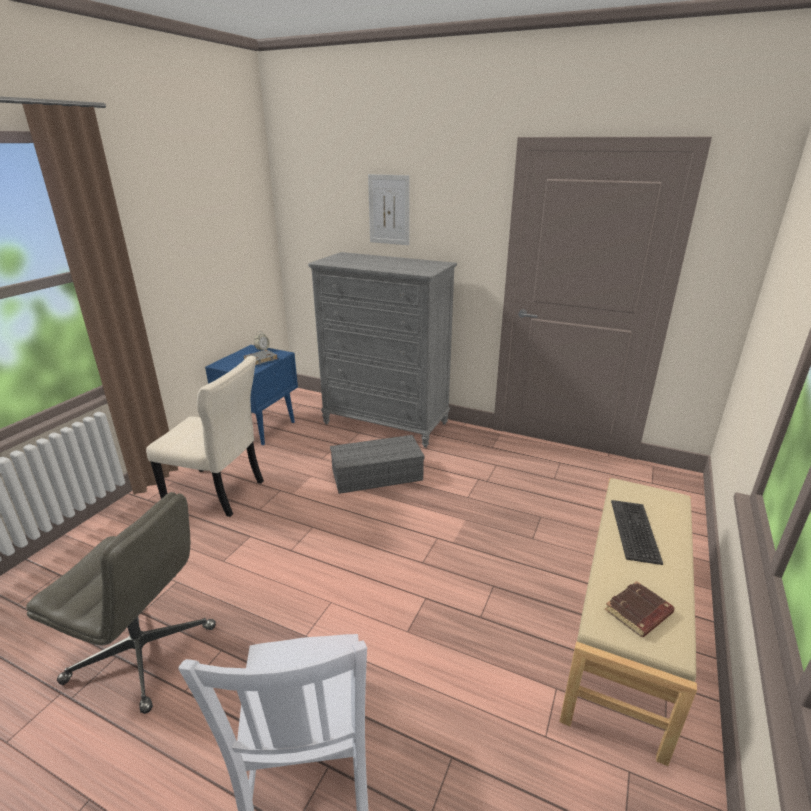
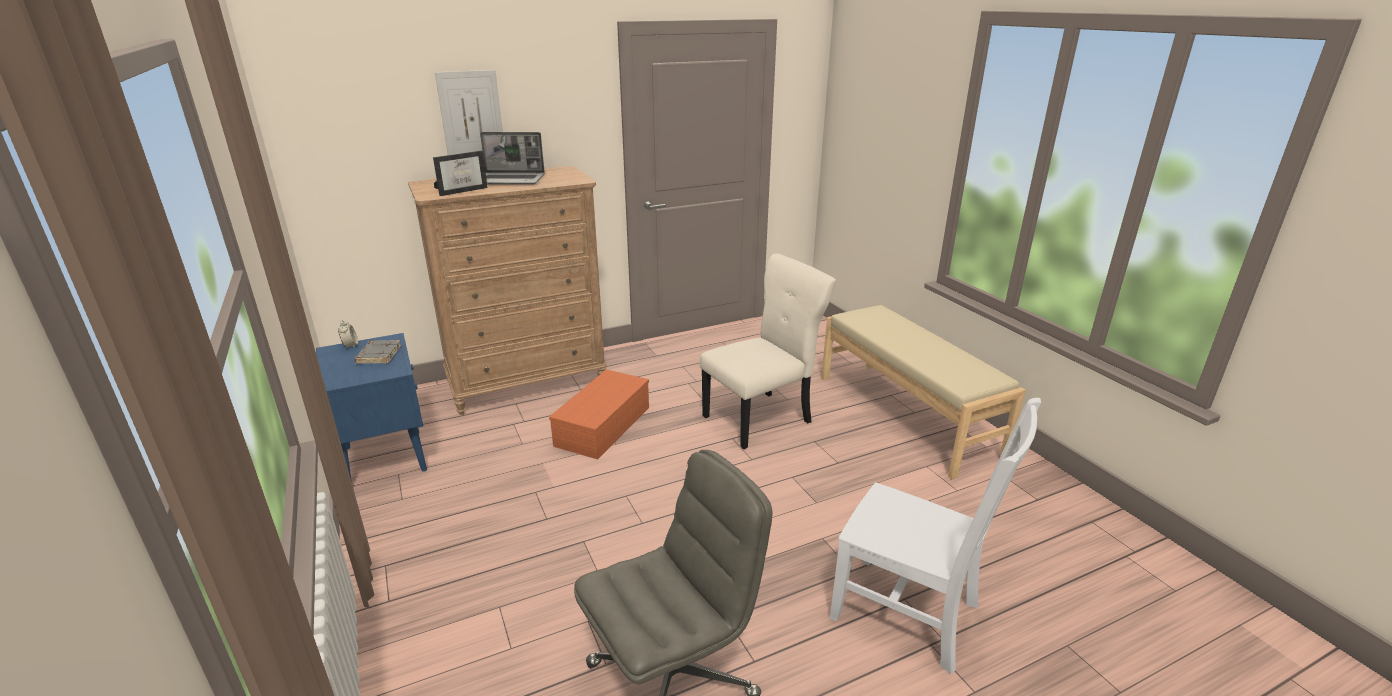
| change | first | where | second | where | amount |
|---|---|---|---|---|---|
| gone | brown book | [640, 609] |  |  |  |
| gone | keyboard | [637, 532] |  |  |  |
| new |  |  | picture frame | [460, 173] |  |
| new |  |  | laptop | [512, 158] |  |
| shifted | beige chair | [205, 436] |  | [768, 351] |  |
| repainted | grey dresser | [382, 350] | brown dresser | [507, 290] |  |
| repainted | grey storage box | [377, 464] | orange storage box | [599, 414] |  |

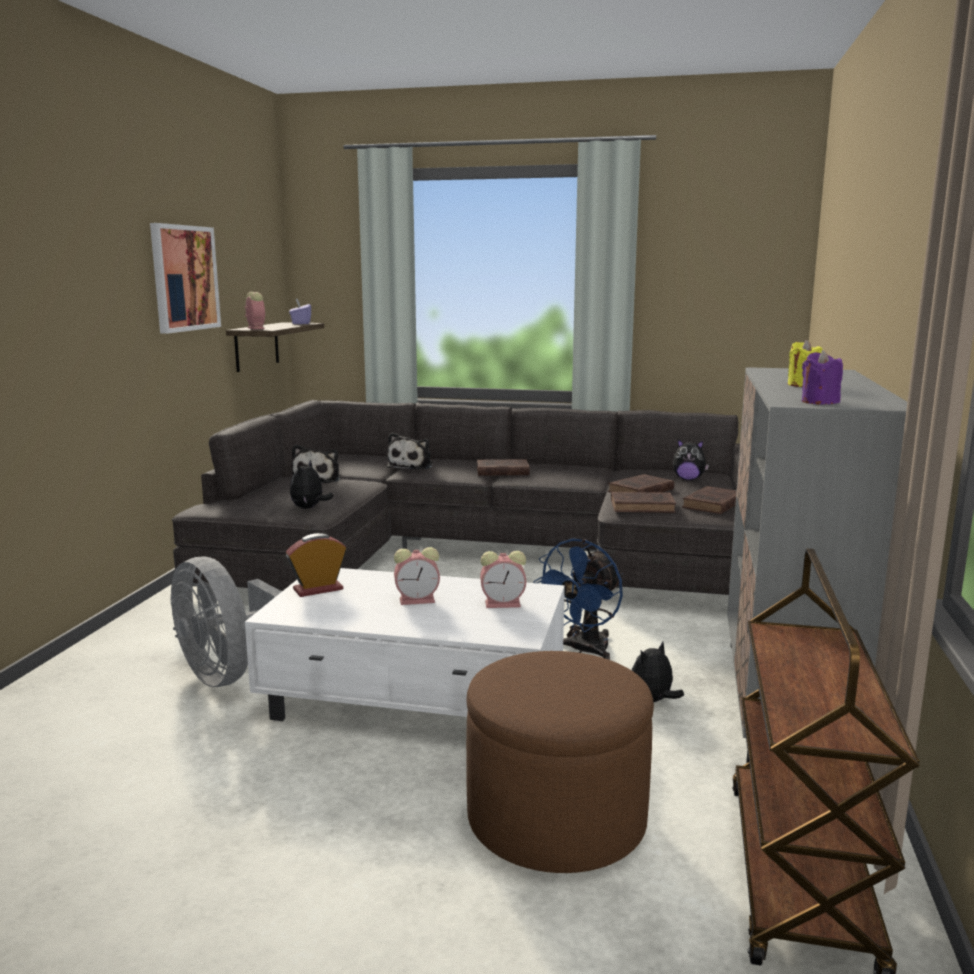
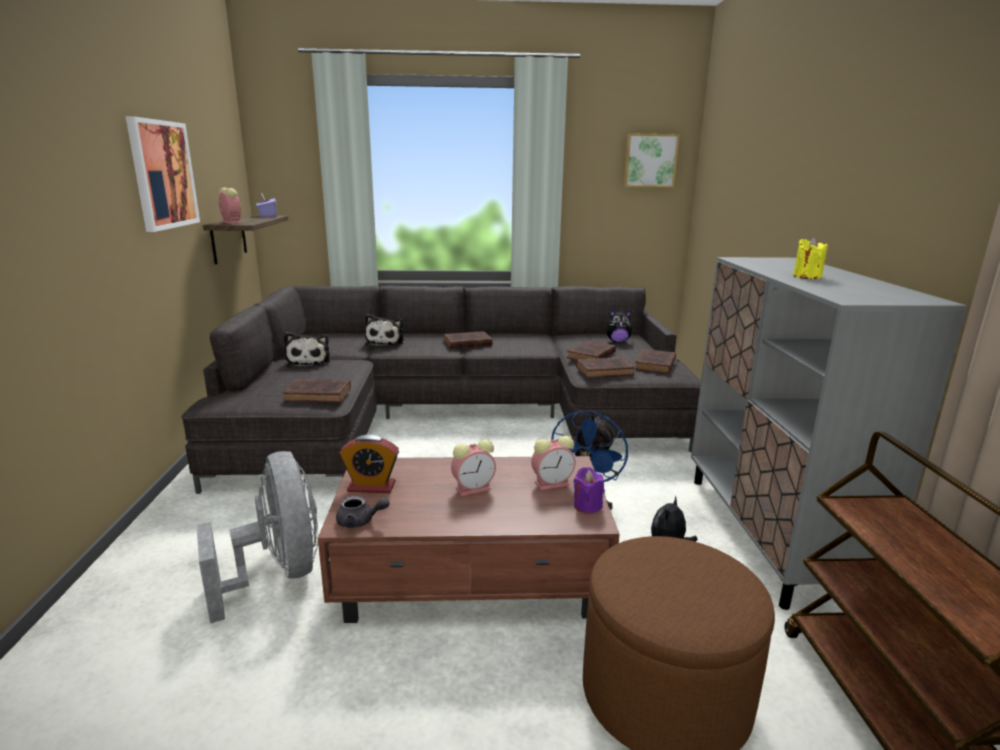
| change | first | where | second | where | amount |
|---|---|---|---|---|---|
| new |  |  | grey teapot | [362, 512] |  |
| new |  |  | picture | [651, 160] |  |
| shifted | purple candle | [822, 377] |  | [589, 490] |  |
| swapped | plush toy | [312, 484] | brown book | [317, 391] |  |
| repainted | white coffee table | [405, 644] | brown coffee table | [469, 539] |  |
| rotated | grey fan | [226, 622] |  | [257, 537] | 150 degrees counterclockwise |
| rotated | alarm clock | [316, 565] |  | [369, 464] | 135 degrees counterclockwise |

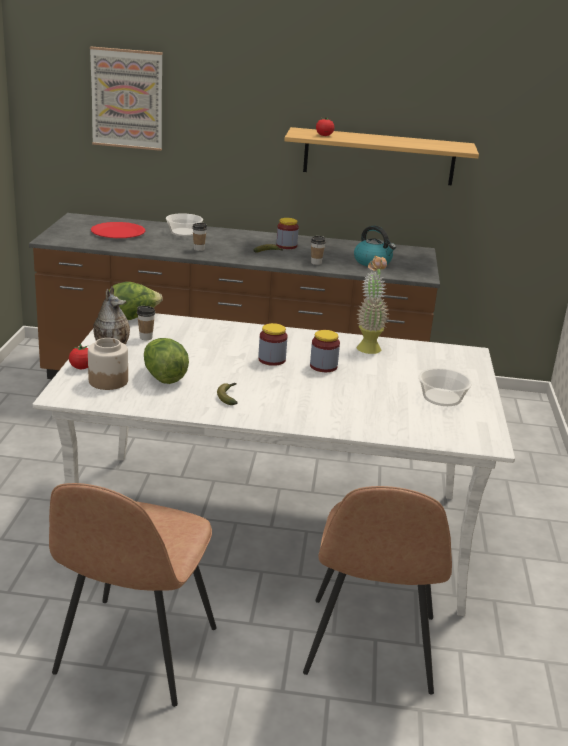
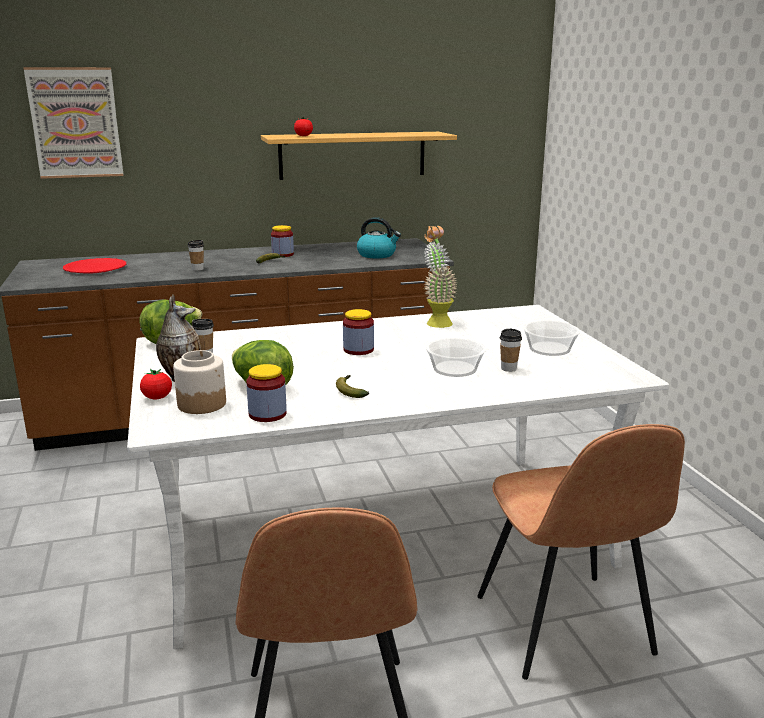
| change | first | where | second | where | amount |
|---|---|---|---|---|---|
| shifted | bowl | [184, 224] |  | [456, 357] |  |
| shifted | jar | [325, 351] |  | [266, 393] |  |
| shifted | cup | [318, 250] |  | [511, 350] |  |

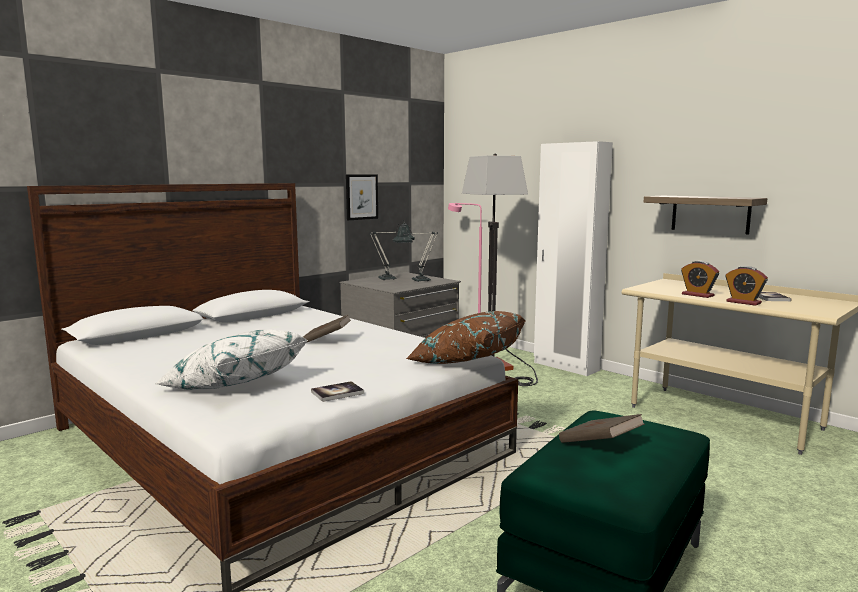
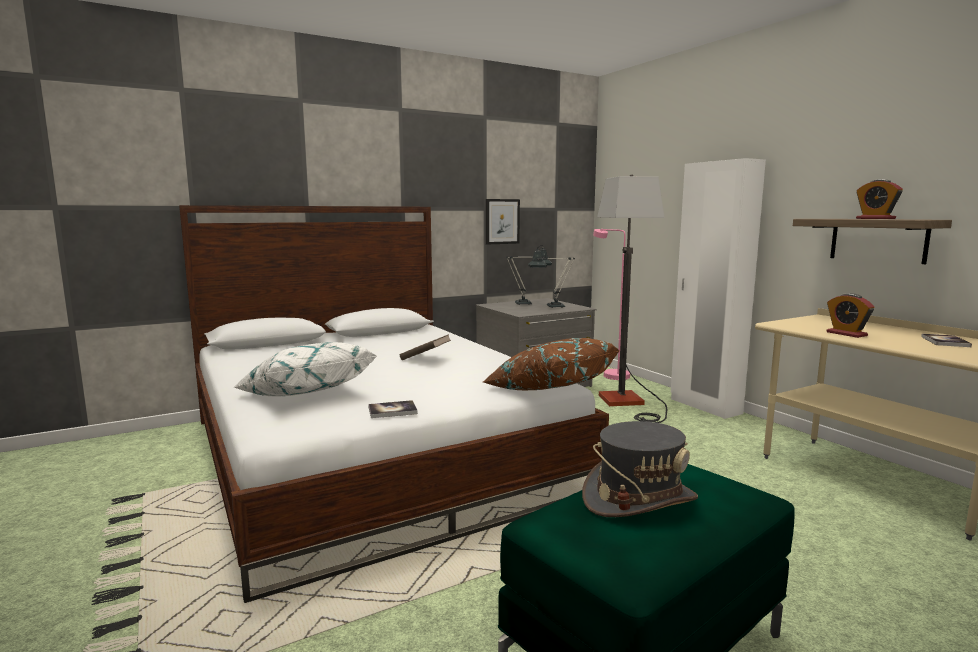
| change | first | where | second | where | amount |
|---|---|---|---|---|---|
| shifted | alarm clock | [746, 286] |  | [879, 199] |  |
| swapped | brown book | [602, 428] | grey hat | [640, 469] |  |

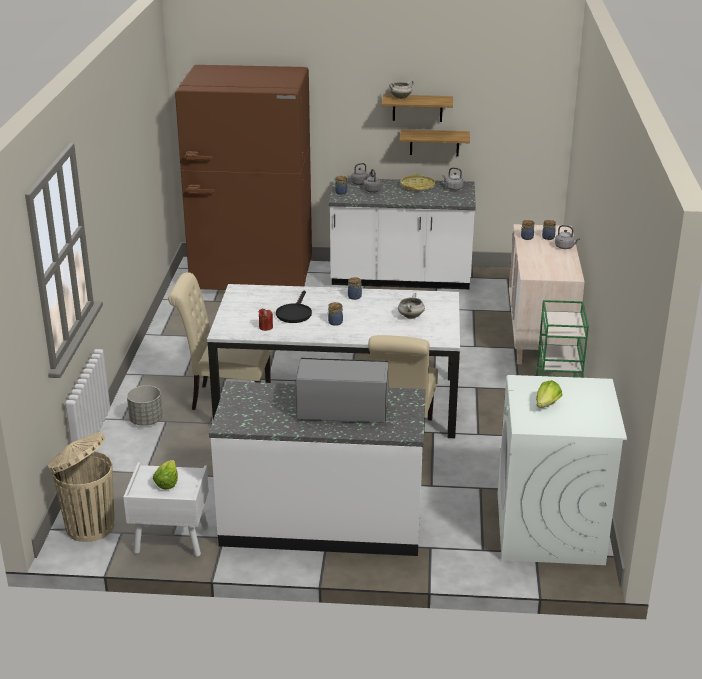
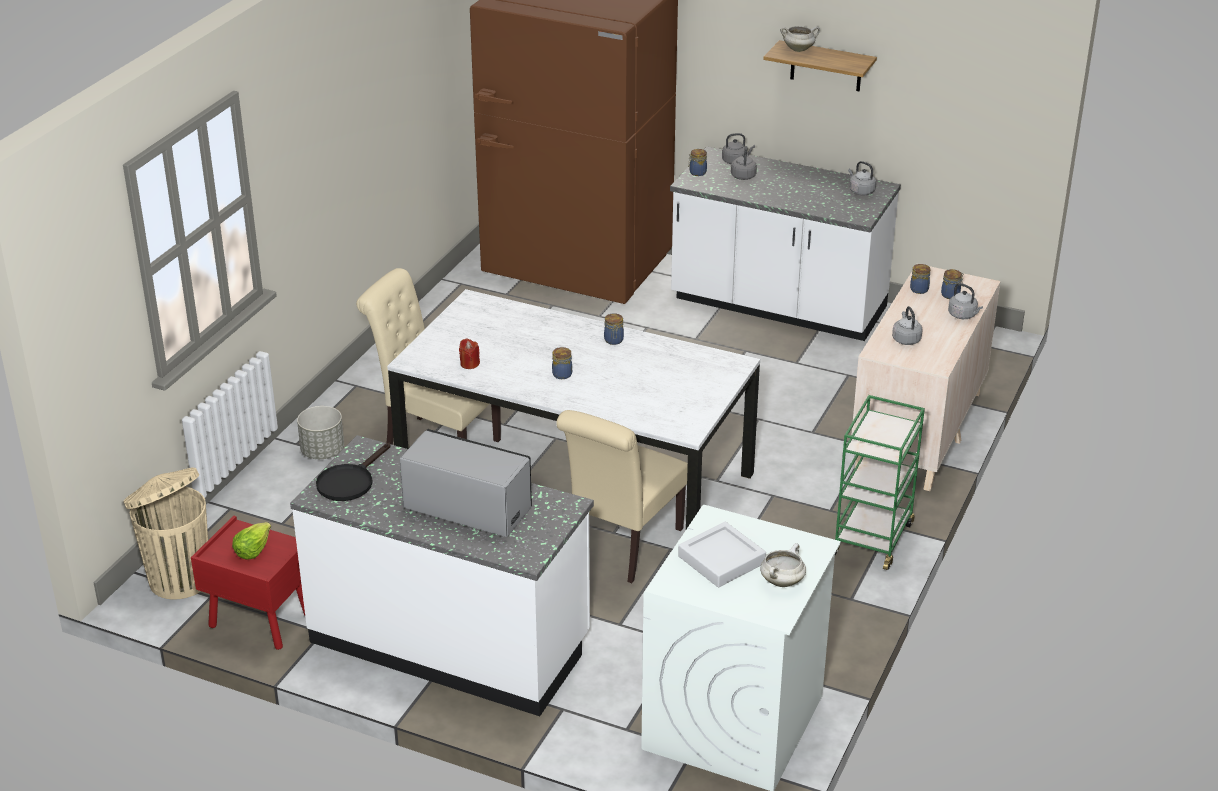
| change | first | where | second | where | amount |
|---|---|---|---|---|---|
| gone | shelf | [434, 143] |  |  |  |
| gone | yellow tray | [417, 182] |  |  |  |
| new |  |  | grey kettle | [907, 325] |  |
| shifted | black frying pan | [294, 306] |  | [353, 472] |  |
| shifted | white cooking pot | [411, 306] |  | [783, 565] |  |
| swapped | lettuce | [549, 394] | grey tray | [722, 555] |  |
| repainted | white nightstand | [166, 509] | red nightstand | [248, 583] |  |

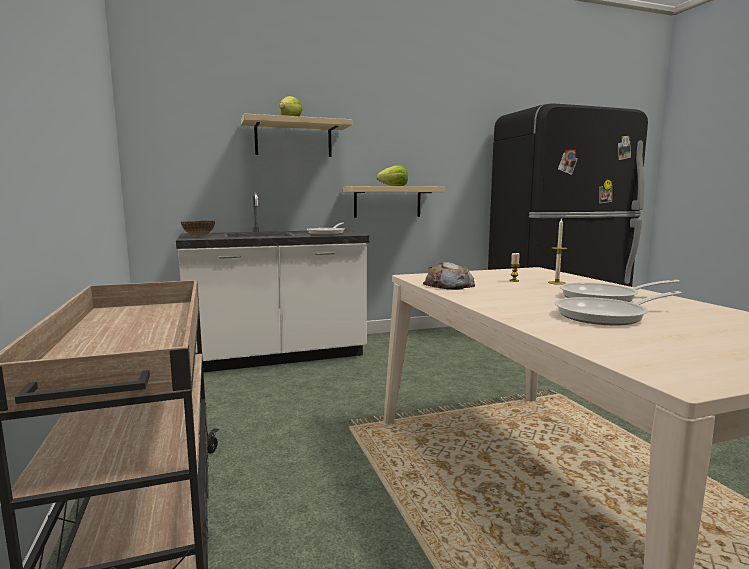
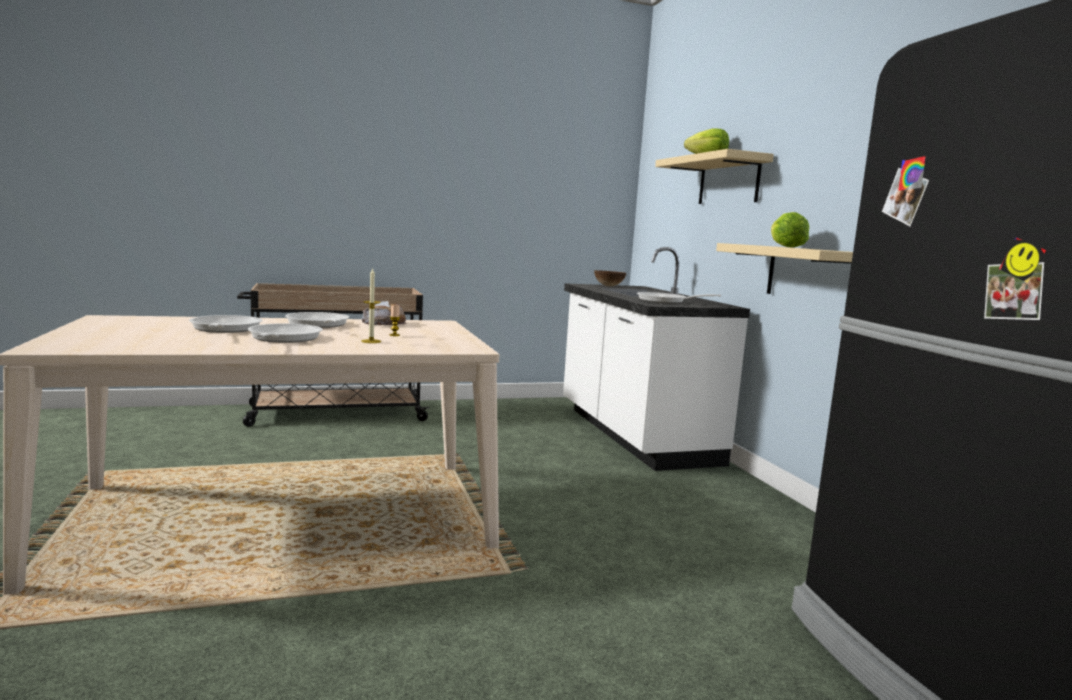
| change | first | where | second | where | amount |
|---|---|---|---|---|---|
| new |  |  | frying pan | [317, 320] |  |

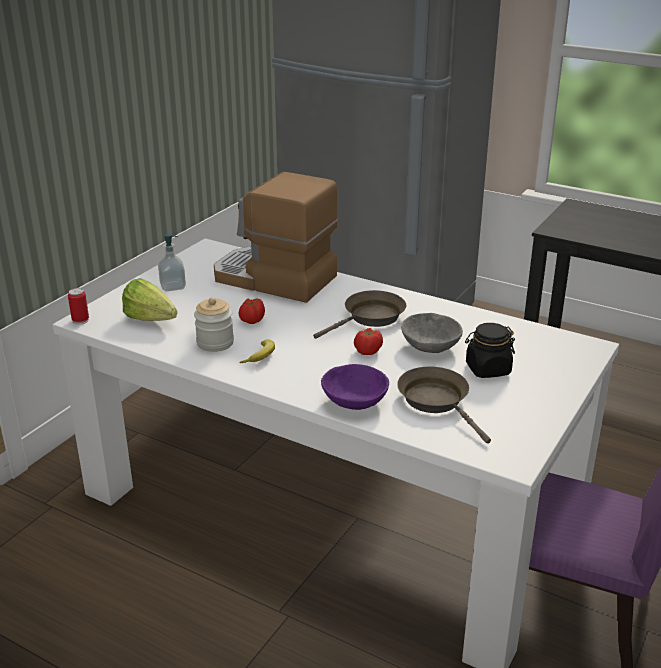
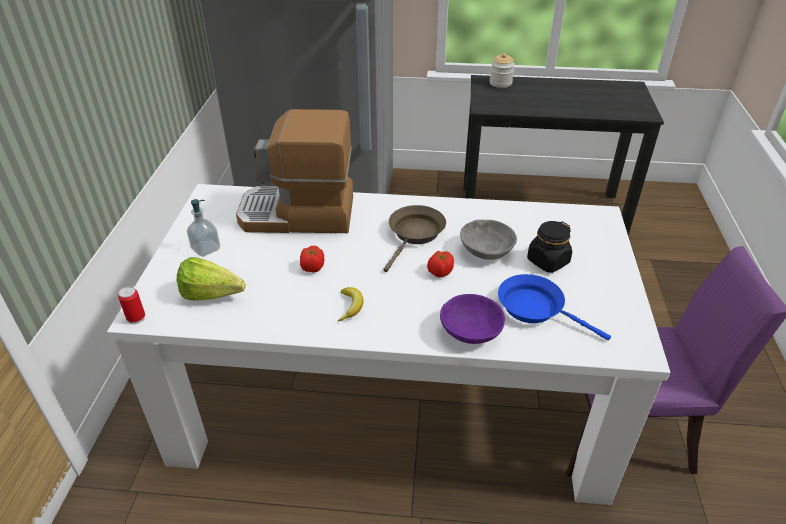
| change | first | where | second | where | amount |
|---|---|---|---|---|---|
| shifted | jar | [214, 324] |  | [502, 70] |  |
| repainted | brown frying pan | [444, 405] | blue frying pan | [554, 307] |  |

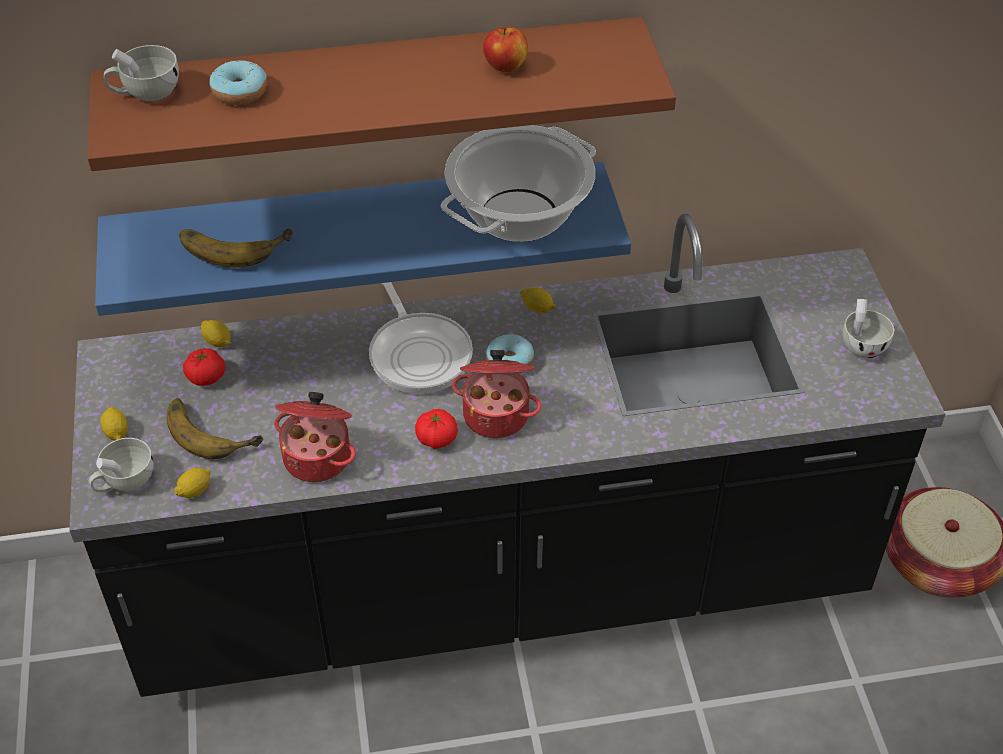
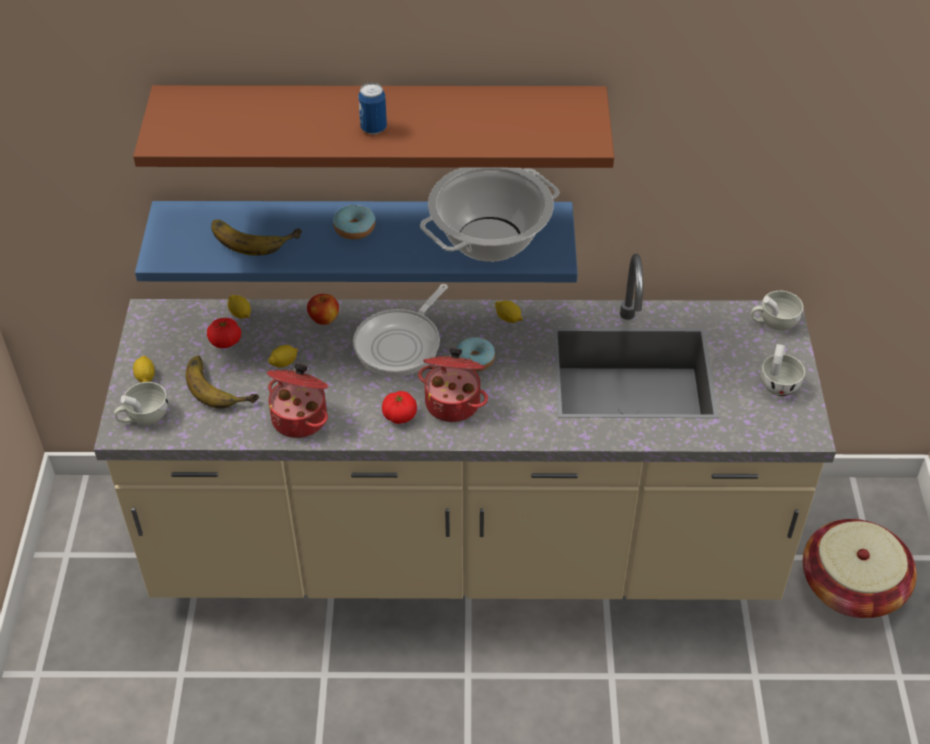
| change | first | where | second | where | amount |
|---|---|---|---|---|---|
| new |  |  | can | [372, 108] |  |
| shifted | white cup | [141, 73] |  | [777, 311] |  |
| shifted | lemon | [192, 483] |  | [283, 356] |  |
| shifted | donut | [238, 82] |  | [354, 222] |  |
| shifted | apple | [505, 49] |  | [323, 309] |  |
| repainted | black counter | [507, 455] | beige counter | [465, 427] |  |
| rotated | frying pan | [421, 338] |  | [400, 330] | 45 degrees clockwise |

